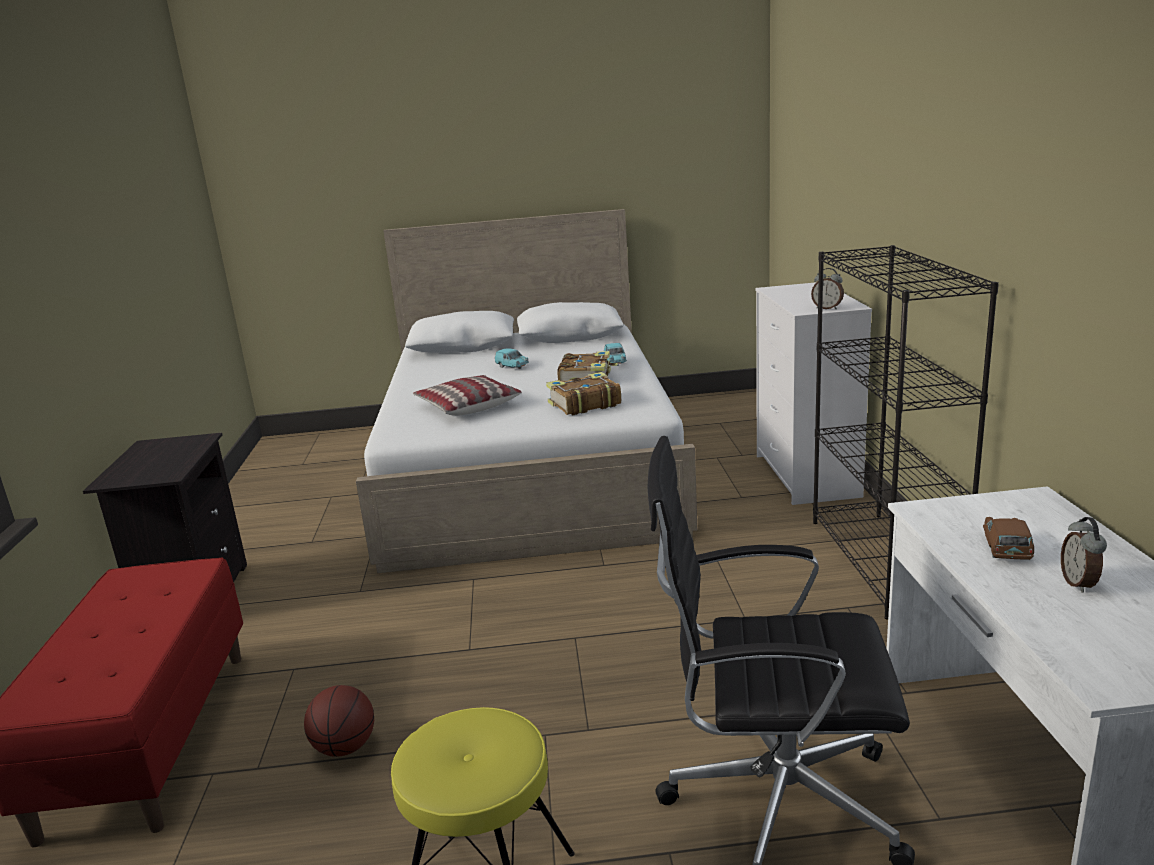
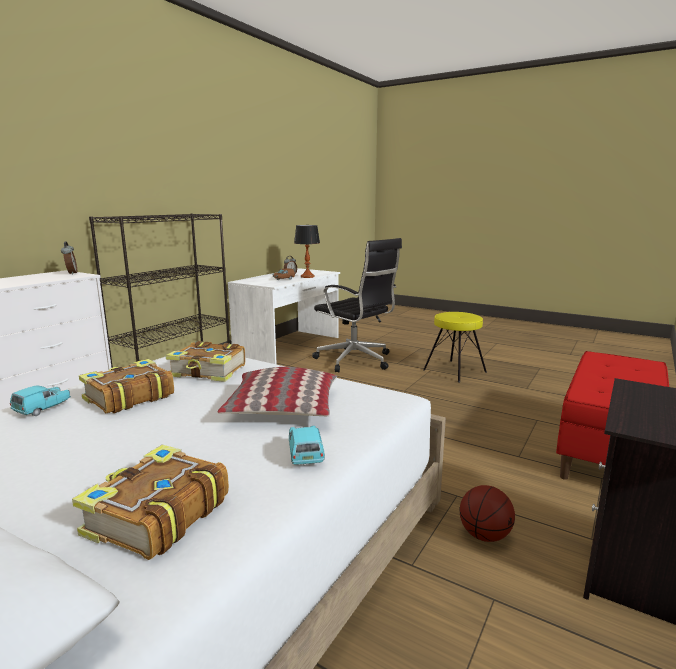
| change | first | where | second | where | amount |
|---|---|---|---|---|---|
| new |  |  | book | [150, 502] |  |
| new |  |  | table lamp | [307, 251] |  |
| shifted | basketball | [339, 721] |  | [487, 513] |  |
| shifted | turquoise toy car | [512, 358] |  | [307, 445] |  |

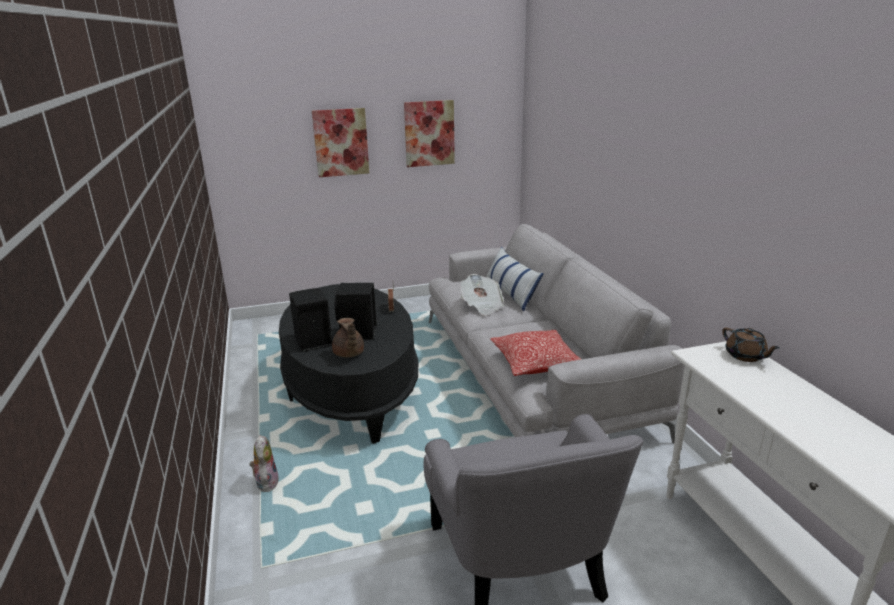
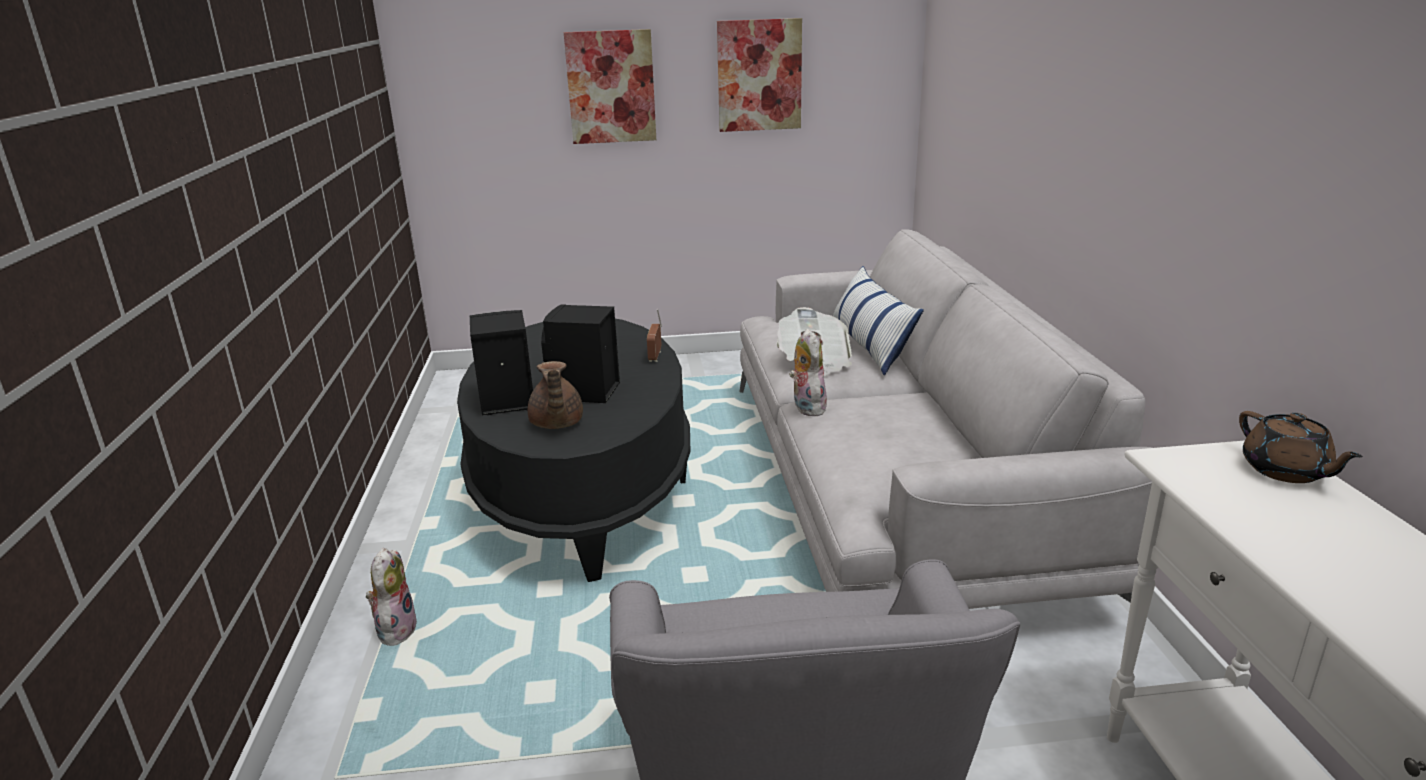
| change | first | where | second | where | amount |
|---|---|---|---|---|---|
| gone | pillow | [535, 353] |  |  |  |
| new |  |  | plush toy | [808, 372] |  |

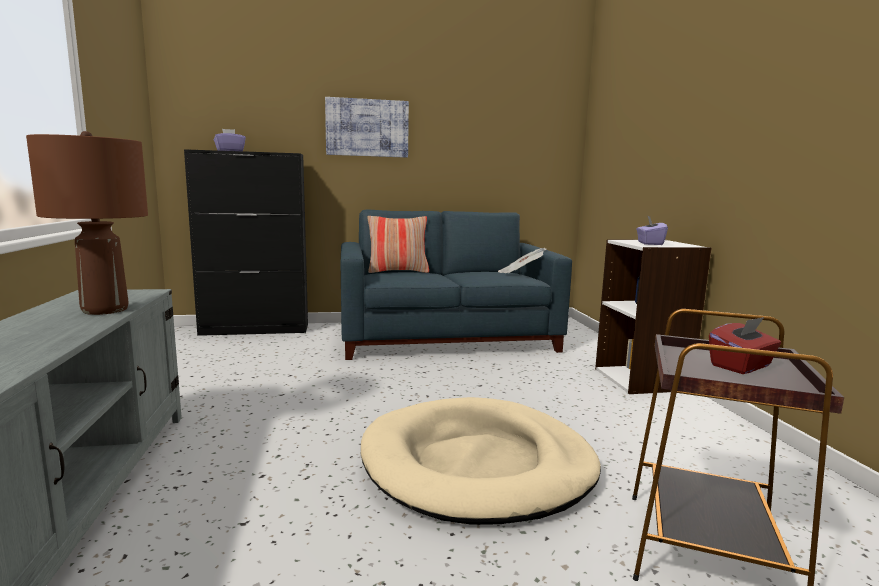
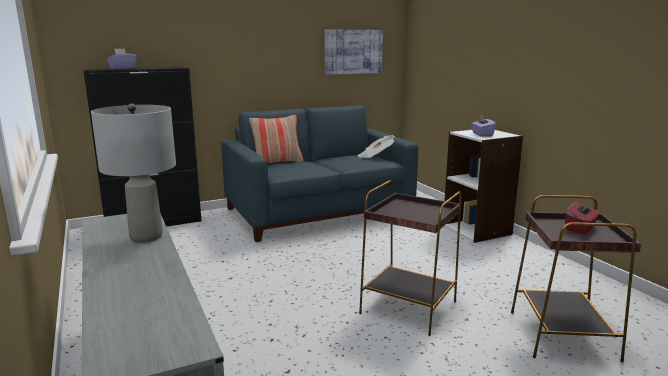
| change | first | where | second | where | amount |
|---|---|---|---|---|---|
| shifted | picture | [367, 127] |  | [354, 52] |  |
| swapped | beige dog bed | [481, 461] | brown side table | [410, 258] |  |
| repainted | brown table lamp | [87, 223] | grey table lamp | [133, 173] |  |

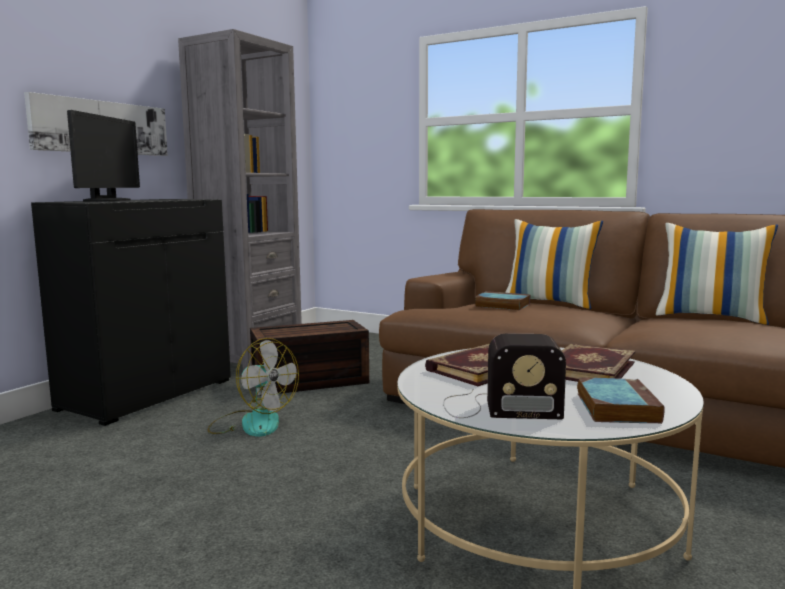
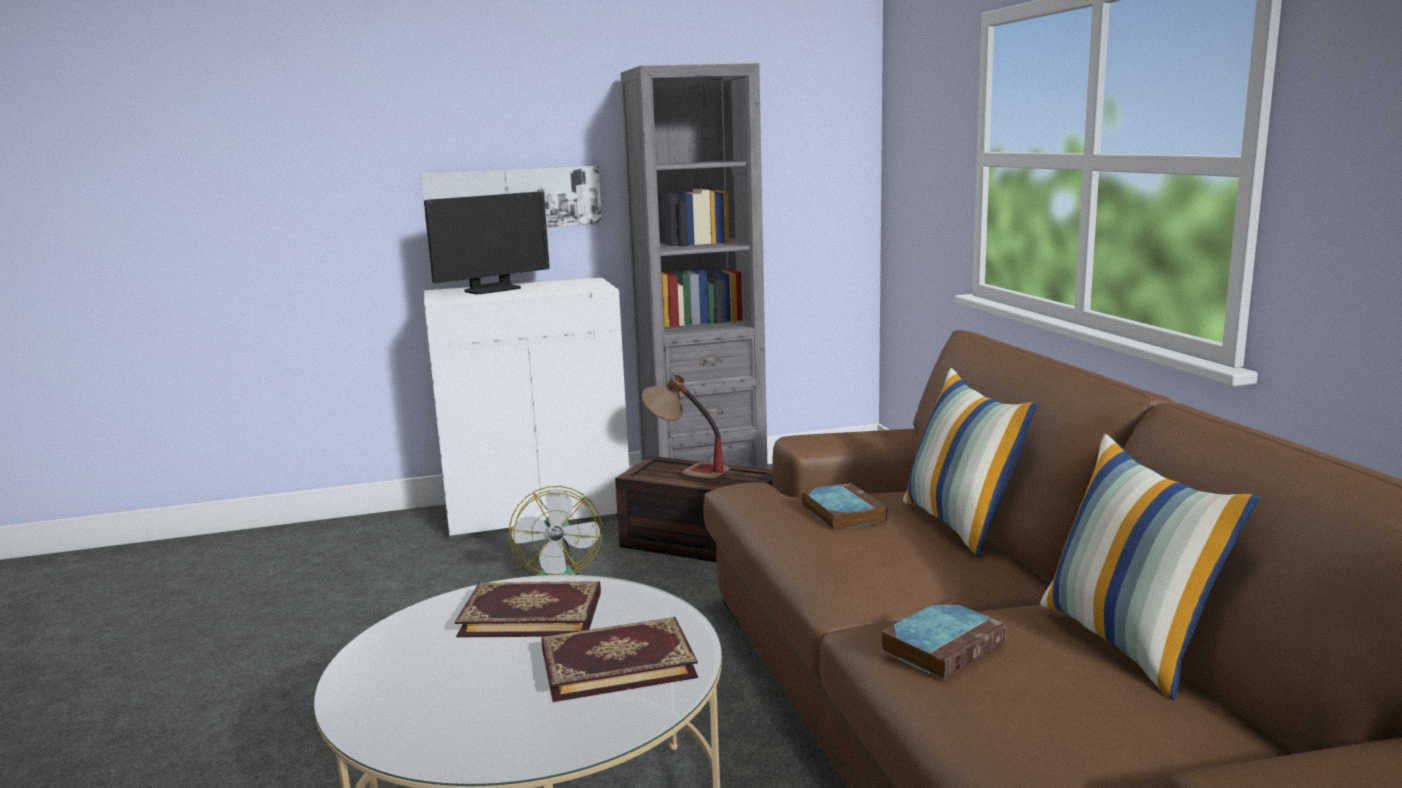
| change | first | where | second | where | amount |
|---|---|---|---|---|---|
| gone | radio | [504, 376] |  |  |  |
| new |  |  | table lamp | [685, 428] |  |
| shifted | book | [621, 401] |  | [944, 639] |  |
| repainted | black cabinet | [131, 312] | white cabinet | [526, 408] |  |

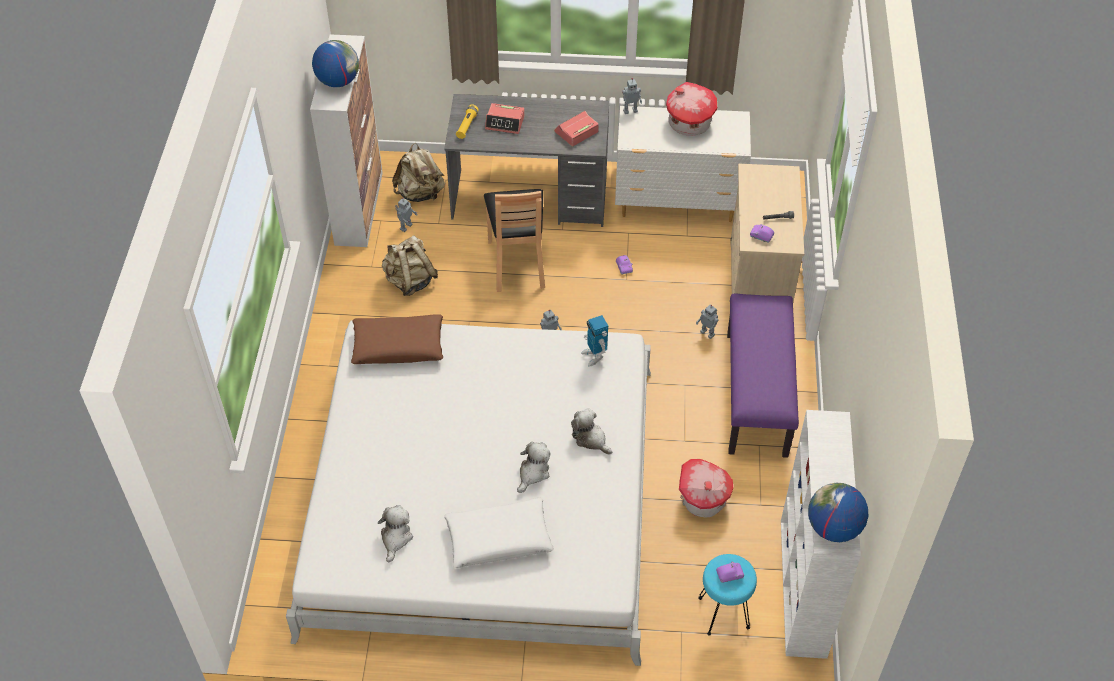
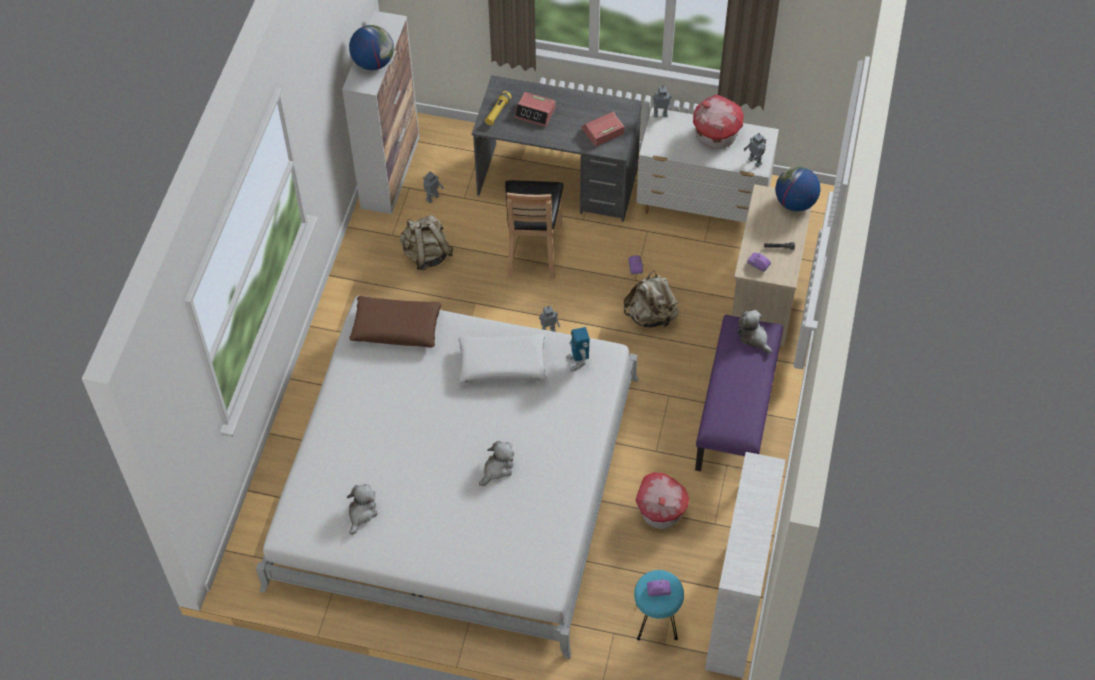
| change | first | where | second | where | amount |
|---|---|---|---|---|---|
| shifted | beige backpack | [418, 172] |  | [651, 299] |  |
| shifted | white pillow | [499, 533] |  | [502, 358] |  |
| shifted | plush toy | [591, 431] |  | [755, 332] |  |
| shifted | toy robot | [707, 322] |  | [755, 150] |  |
| shifted | globe | [838, 512] |  | [798, 189] |  |

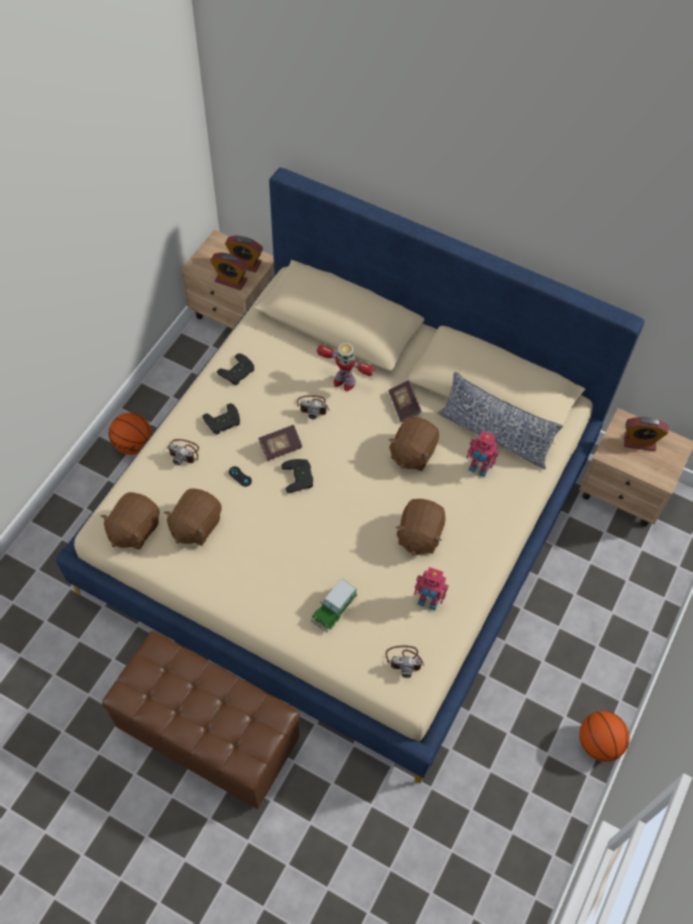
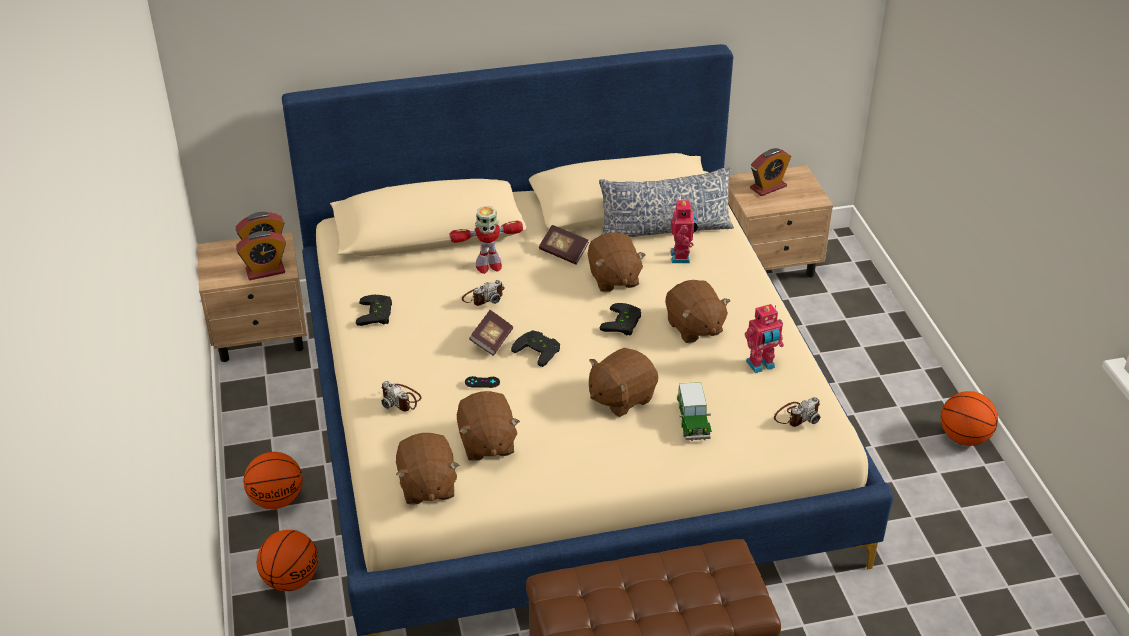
| change | first | where | second | where | amount |
|---|---|---|---|---|---|
| new |  |  | basketball | [287, 560] |  |
| new |  |  | brown plush toy | [623, 382] |  |
| shifted | black game controller | [221, 419] |  | [620, 319] |  |
| rotated | photo camera | [183, 452] |  | [401, 396] | 60 degrees clockwise |
| rotated | toy robot | [482, 454] |  | [684, 230] | 75 degrees counterclockwise |

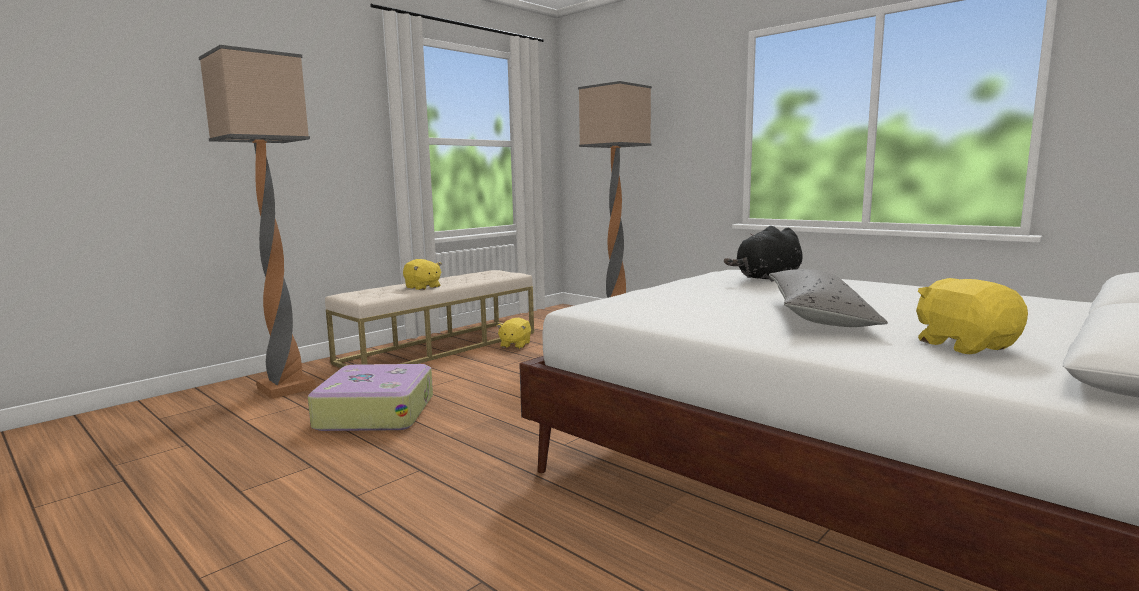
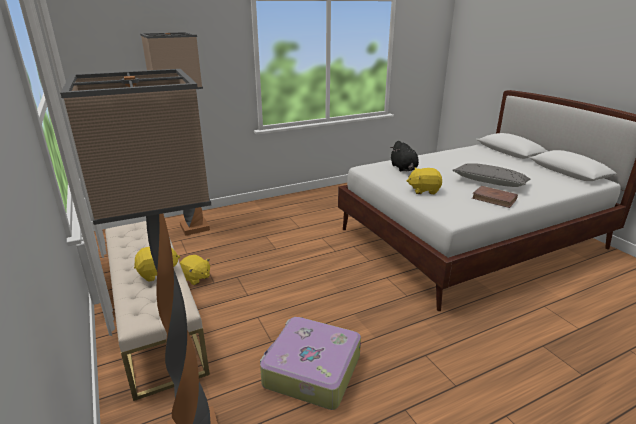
| change | first | where | second | where | amount |
|---|---|---|---|---|---|
| new |  |  | brown book | [495, 197] |  |
| shifted | yellow plush toy | [972, 316] |  | [424, 181] |  |

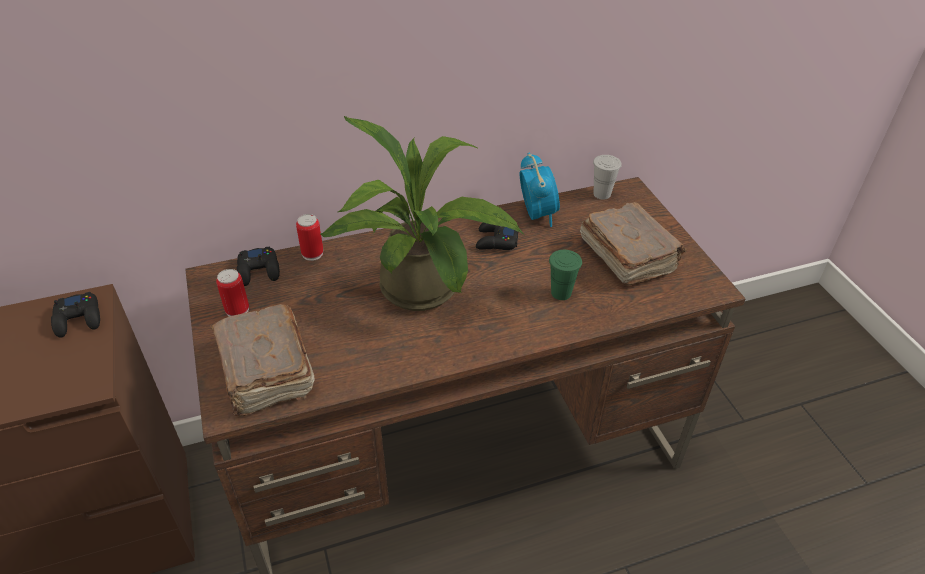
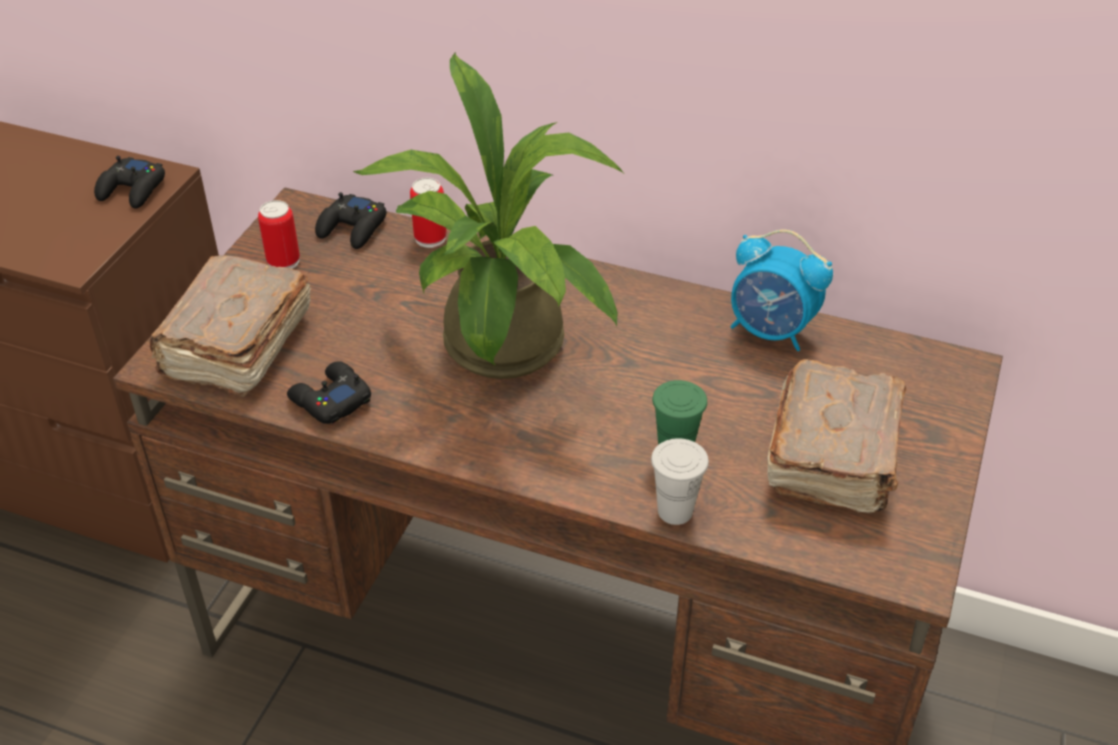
| change | first | where | second | where | amount |
|---|---|---|---|---|---|
| shifted | black game controller | [497, 236] |  | [329, 392] |  |
| shifted | white cup | [607, 177] |  | [680, 481] |  |
| rotated | alarm clock | [540, 190] |  | [781, 290] | 90 degrees clockwise |

